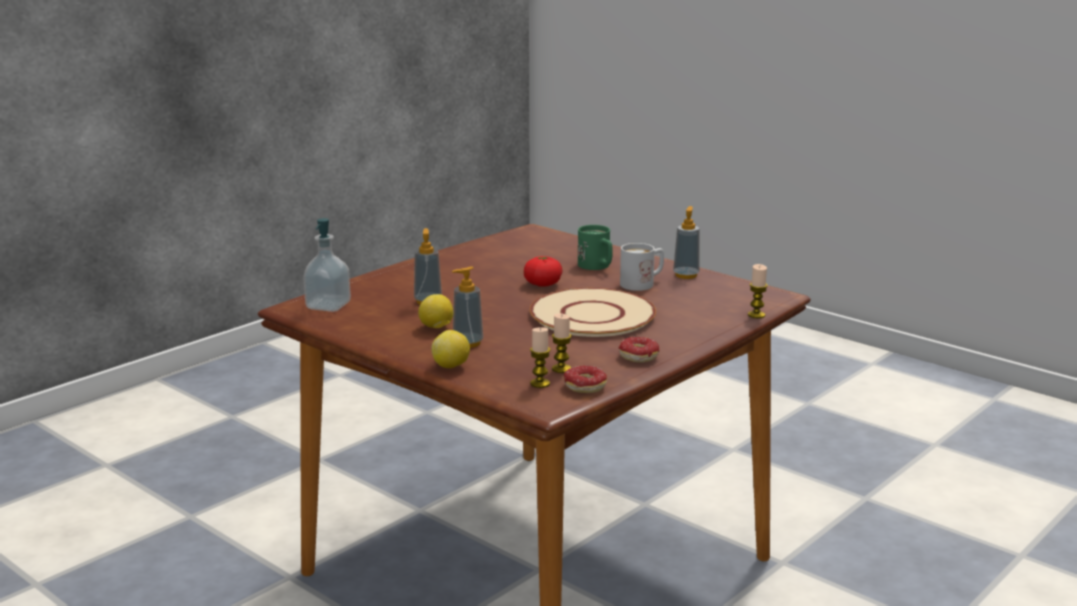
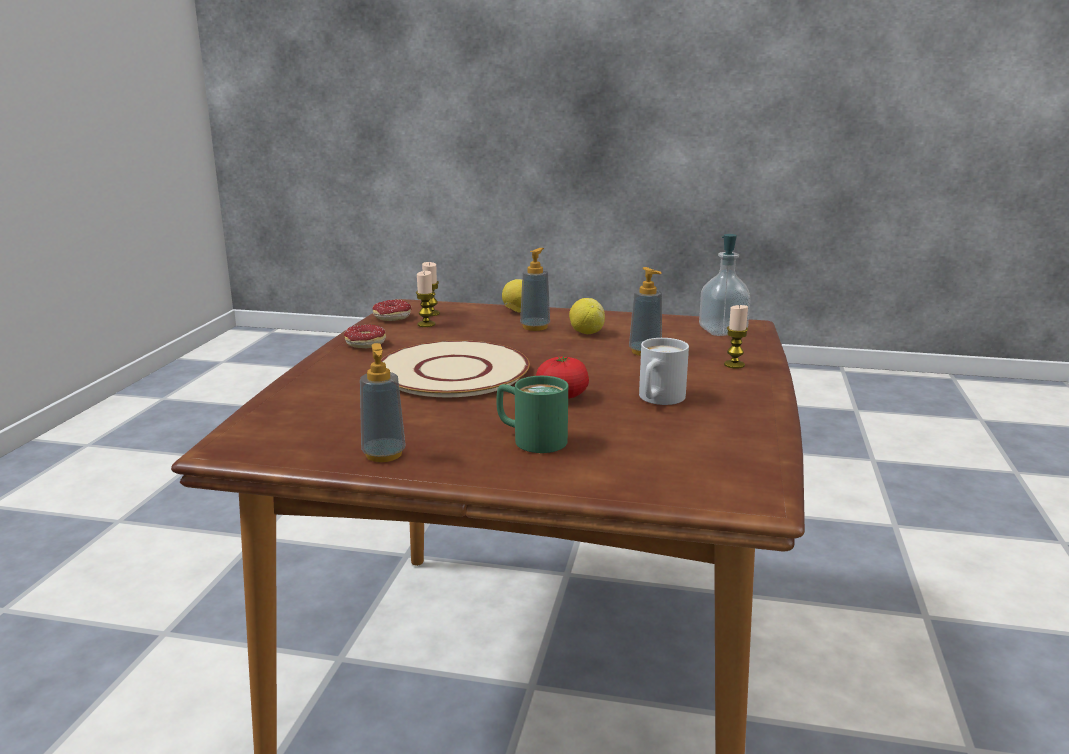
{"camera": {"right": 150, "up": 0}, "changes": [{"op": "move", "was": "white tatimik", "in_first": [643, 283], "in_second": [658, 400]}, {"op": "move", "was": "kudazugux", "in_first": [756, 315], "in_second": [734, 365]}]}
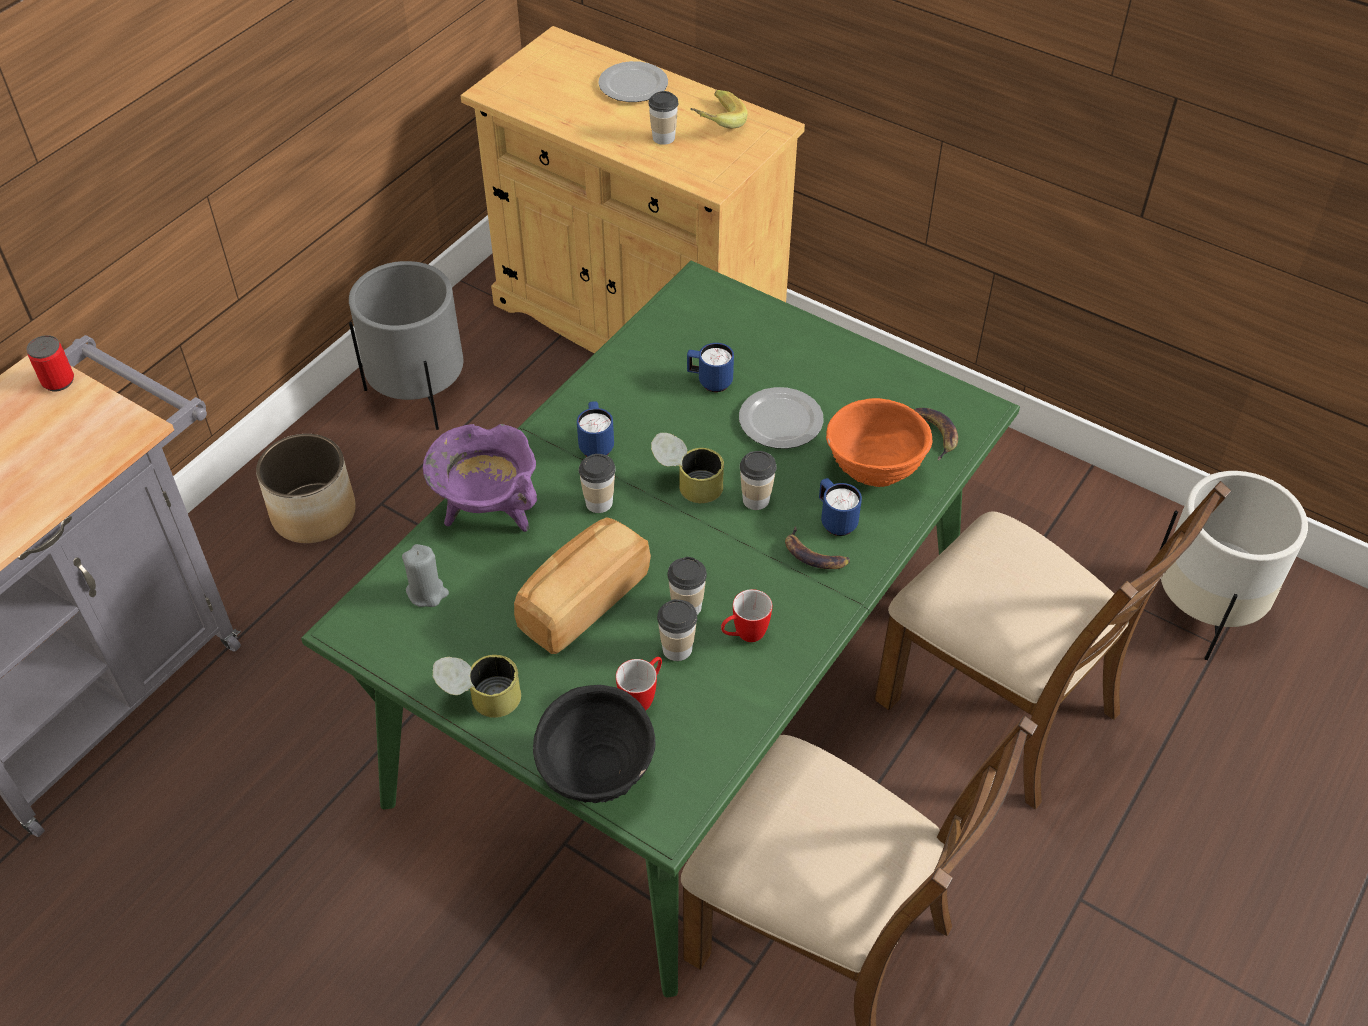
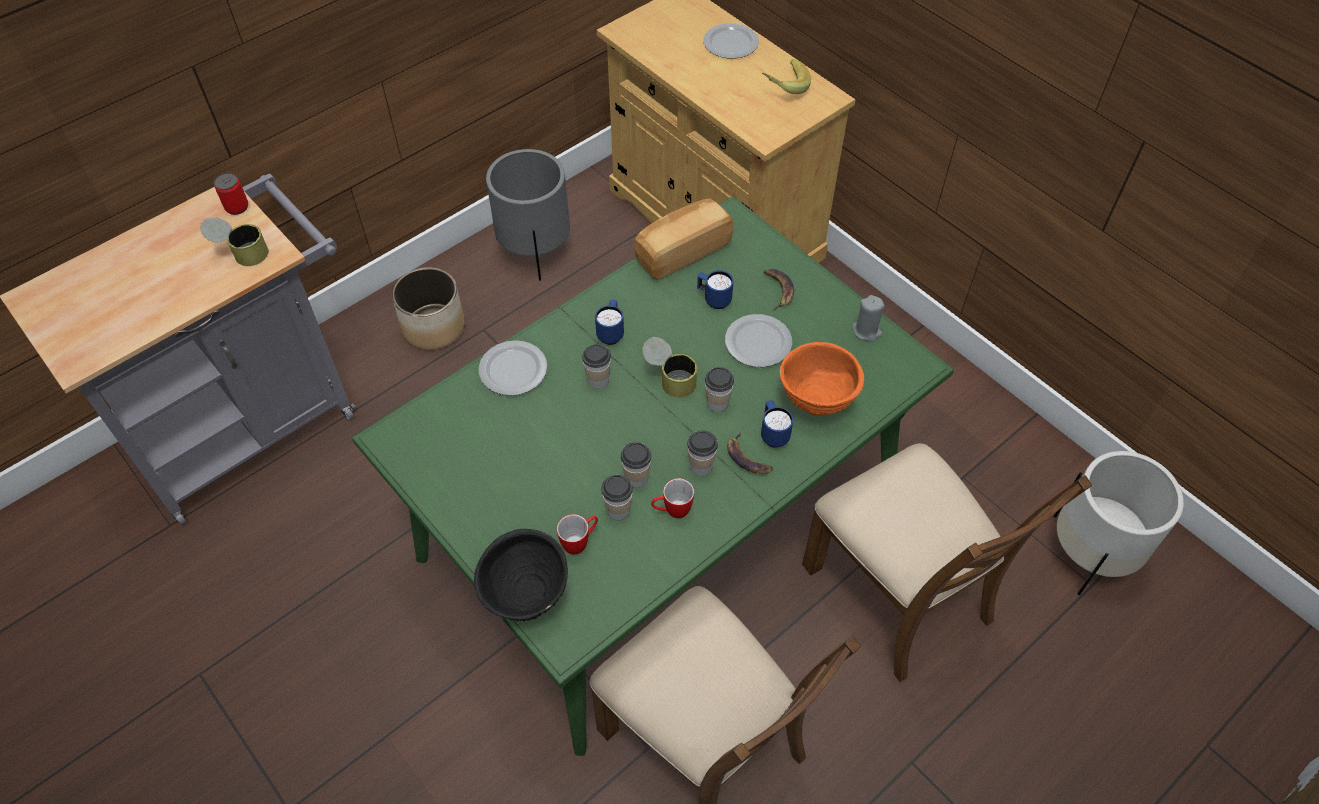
{"camera": {"right": 15, "up": 5}, "changes": [{"op": "move", "was": "grey kudazugux", "in_first": [427, 592], "in_second": [866, 331]}, {"op": "move", "was": "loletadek", "in_first": [480, 698], "in_second": [241, 253]}, {"op": "move", "was": "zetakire", "in_first": [581, 601], "in_second": [682, 251]}, {"op": "move", "was": "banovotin", "in_first": [663, 137], "in_second": [701, 466]}, {"op": "move", "was": "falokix", "in_first": [933, 433], "in_second": [778, 290]}, {"op": "replace", "was": "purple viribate", "now": "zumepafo", "in_first": [488, 512], "in_second": [514, 369]}]}
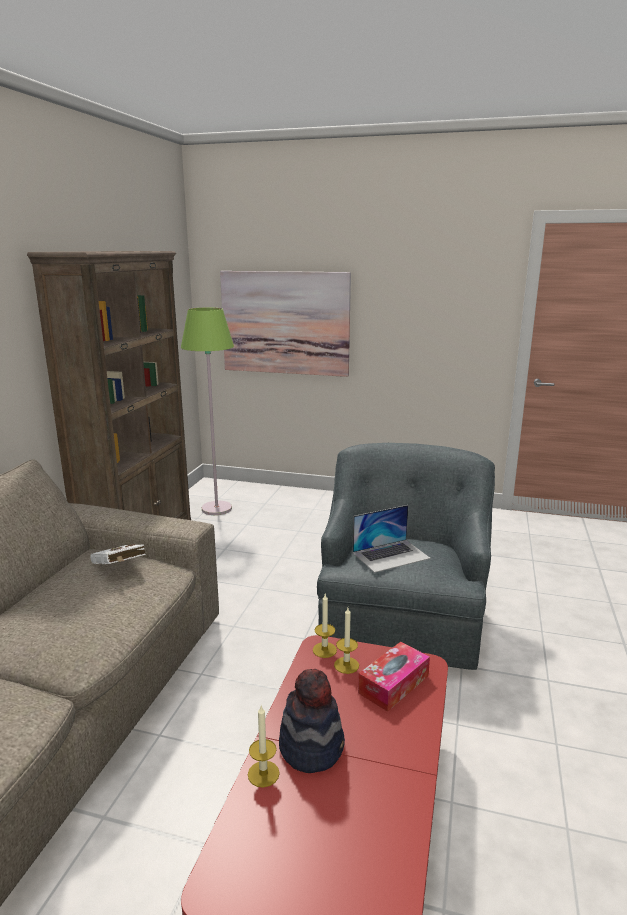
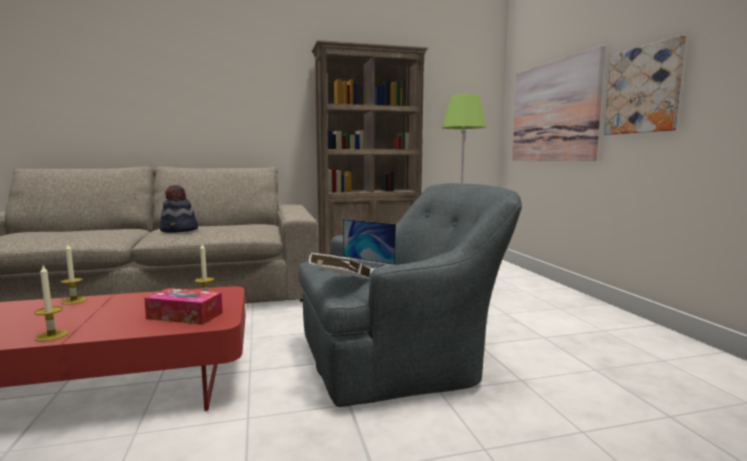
{"camera": {"right": 60, "up": -10}, "changes": [{"op": "insert", "now": "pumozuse", "in_second": [643, 90]}, {"op": "move", "was": "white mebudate", "in_first": [119, 569], "in_second": [339, 283]}, {"op": "move", "was": "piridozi", "in_first": [312, 746], "in_second": [179, 230]}, {"op": "move", "was": "kudazugux", "in_first": [324, 650], "in_second": [51, 336]}]}
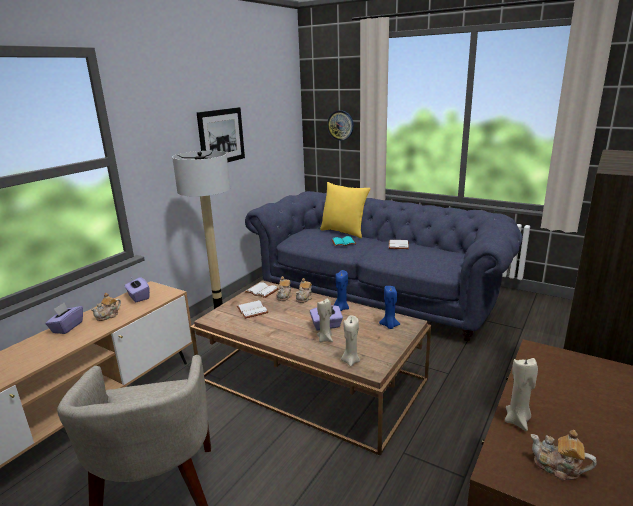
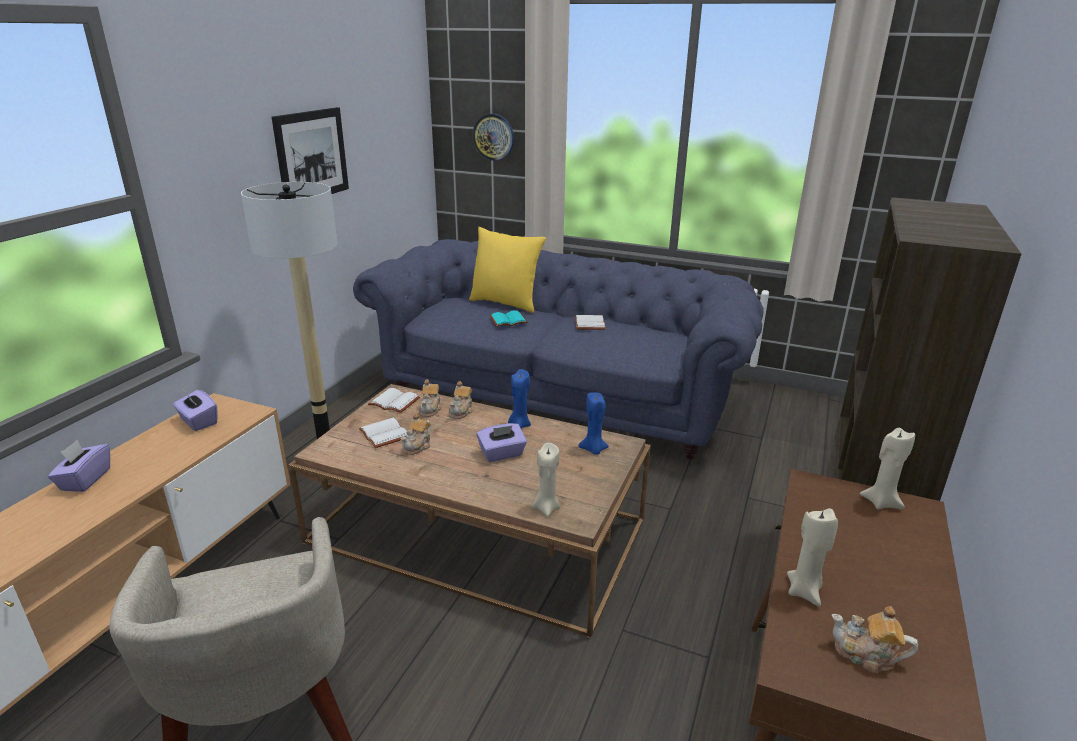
{"camera": {"right": -10, "up": 5}, "changes": [{"op": "move", "was": "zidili", "in_first": [108, 316], "in_second": [418, 446]}, {"op": "move", "was": "beige kudazugux", "in_first": [325, 339], "in_second": [881, 502]}]}
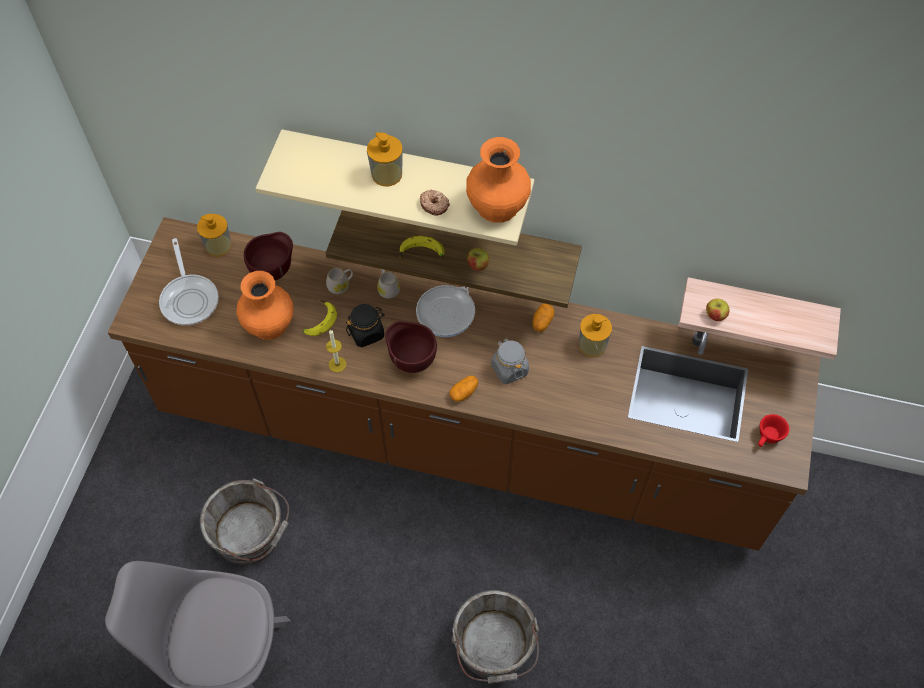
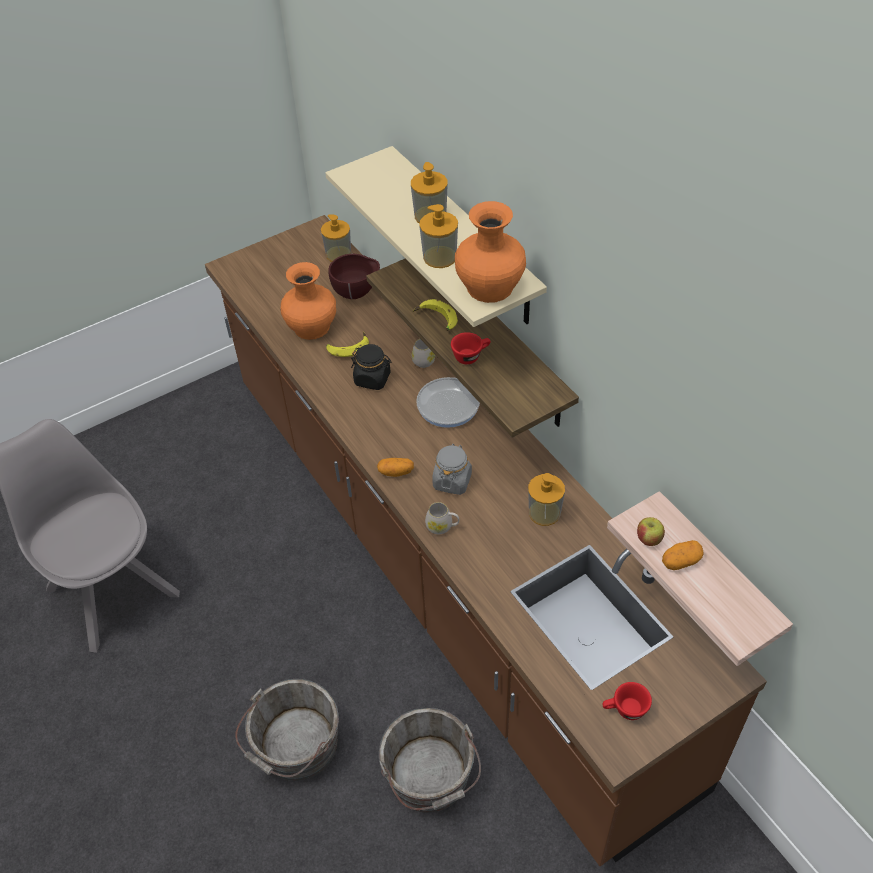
{"camera": {"right": 45, "up": -10}, "changes": [{"op": "delete", "was": "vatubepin", "in_first": [189, 298]}, {"op": "delete", "was": "kudazugux", "in_first": [337, 364]}, {"op": "delete", "was": "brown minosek", "in_first": [411, 359]}, {"op": "move", "was": "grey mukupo", "in_first": [251, 534], "in_second": [430, 778]}, {"op": "move", "was": "white tatimik", "in_first": [341, 285], "in_second": [442, 526]}, {"op": "move", "was": "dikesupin", "in_first": [542, 321], "in_second": [680, 561]}, {"op": "replace", "was": "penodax", "now": "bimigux", "in_first": [434, 205], "in_second": [440, 257]}, {"op": "replace", "was": "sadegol", "now": "red banovotin", "in_first": [478, 265], "in_second": [471, 355]}]}
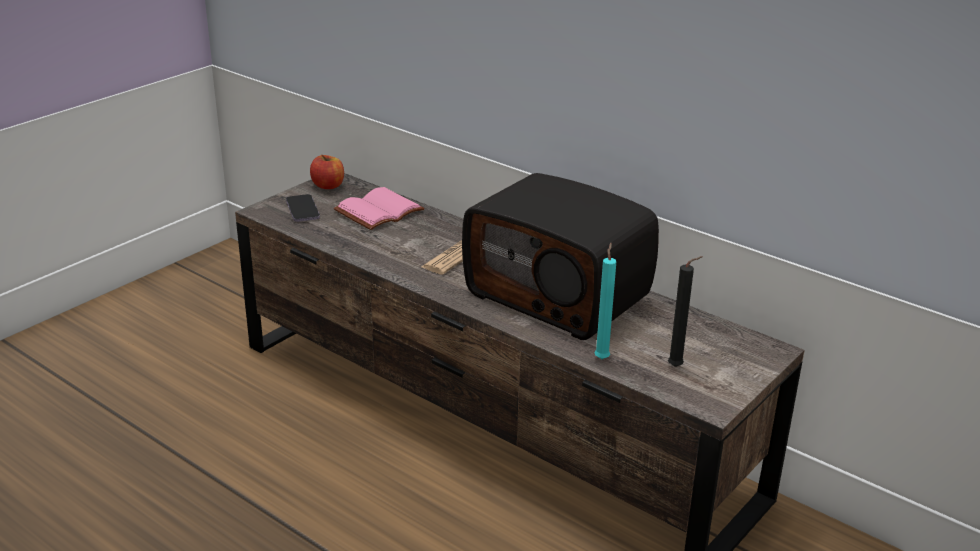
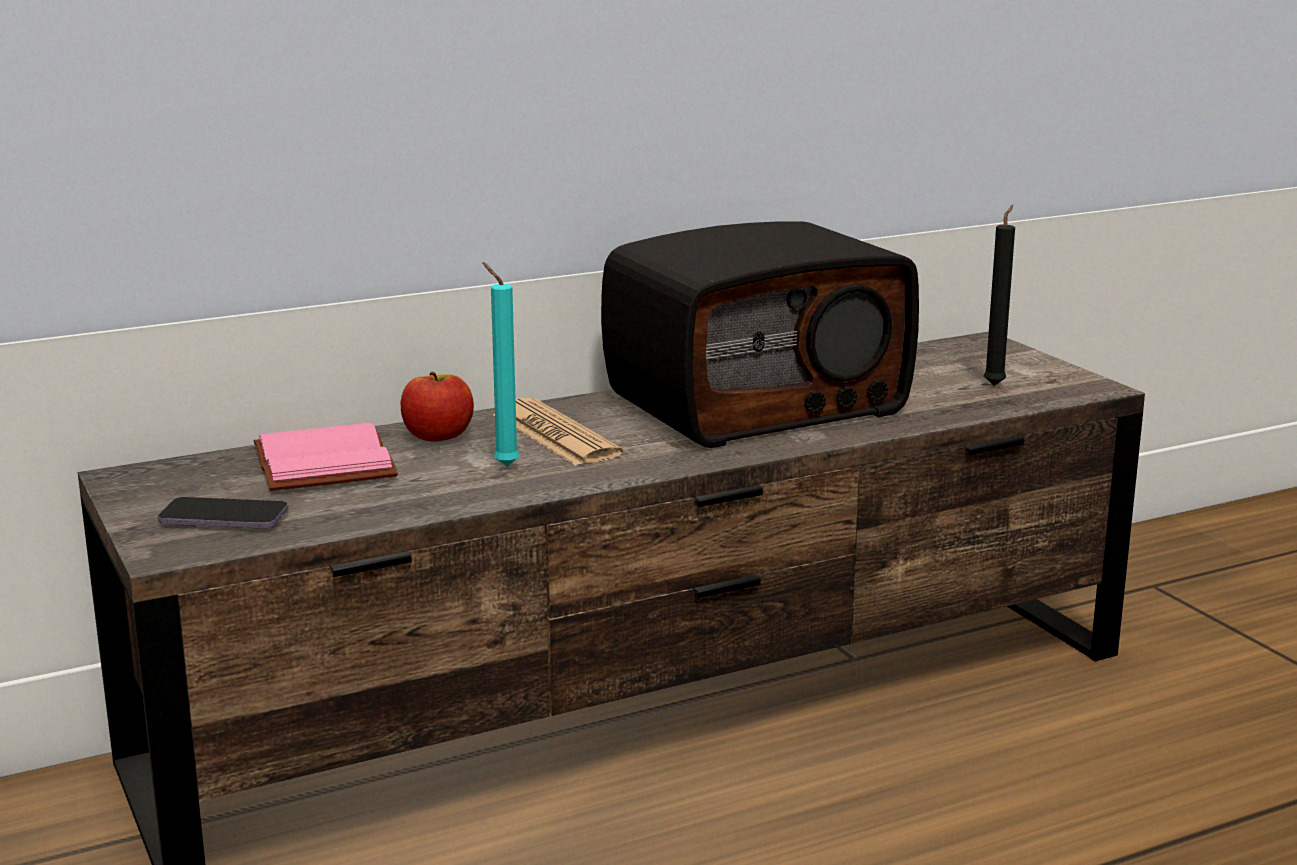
{"camera": {"right": -65, "up": -10}, "changes": [{"op": "move", "was": "sadegol", "in_first": [328, 186], "in_second": [438, 436]}, {"op": "move", "was": "turquoise kudazugux", "in_first": [602, 357], "in_second": [503, 465]}]}
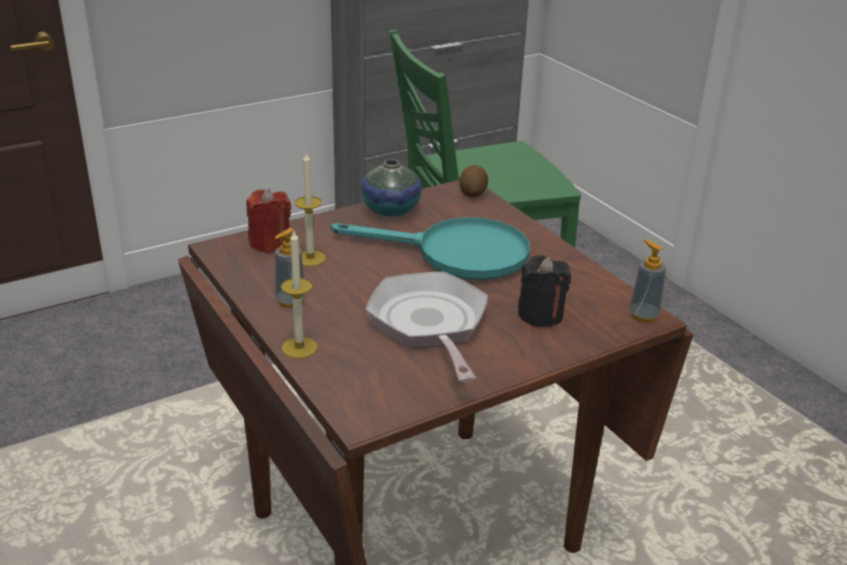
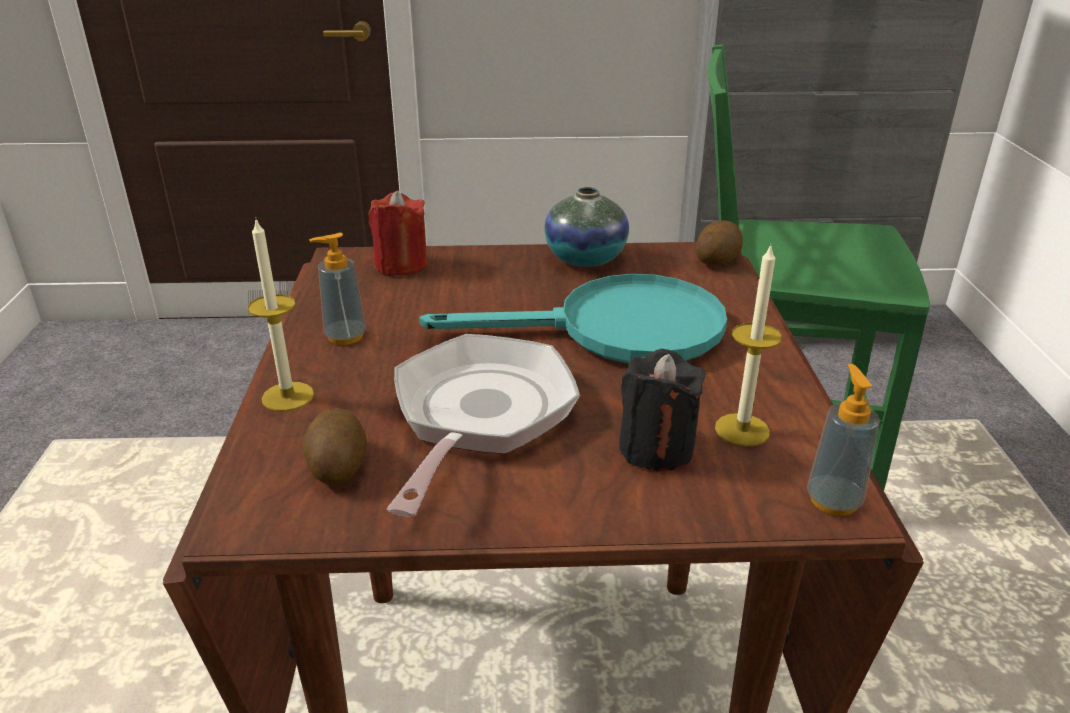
{"camera": {"right": 30, "up": 0}, "changes": [{"op": "insert", "now": "dikesupin", "in_second": [337, 466]}, {"op": "move", "was": "kudazugux", "in_first": [310, 258], "in_second": [742, 430]}, {"op": "rotate", "was": "turquoise vatubepin", "in_first": [456, 254], "in_second": [616, 330], "clockwise": -45}]}
